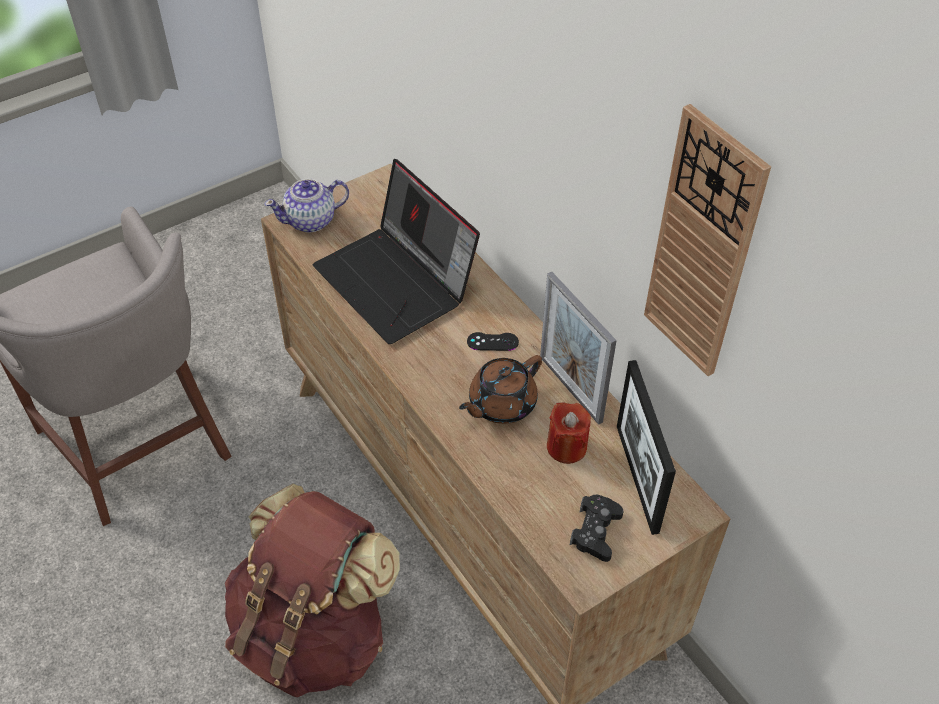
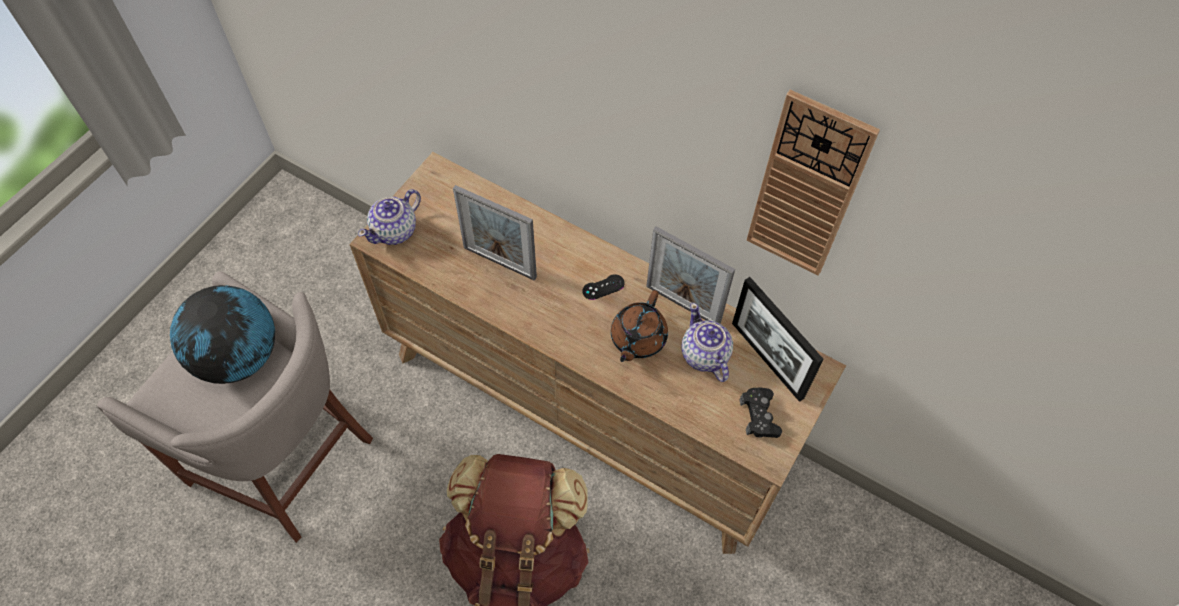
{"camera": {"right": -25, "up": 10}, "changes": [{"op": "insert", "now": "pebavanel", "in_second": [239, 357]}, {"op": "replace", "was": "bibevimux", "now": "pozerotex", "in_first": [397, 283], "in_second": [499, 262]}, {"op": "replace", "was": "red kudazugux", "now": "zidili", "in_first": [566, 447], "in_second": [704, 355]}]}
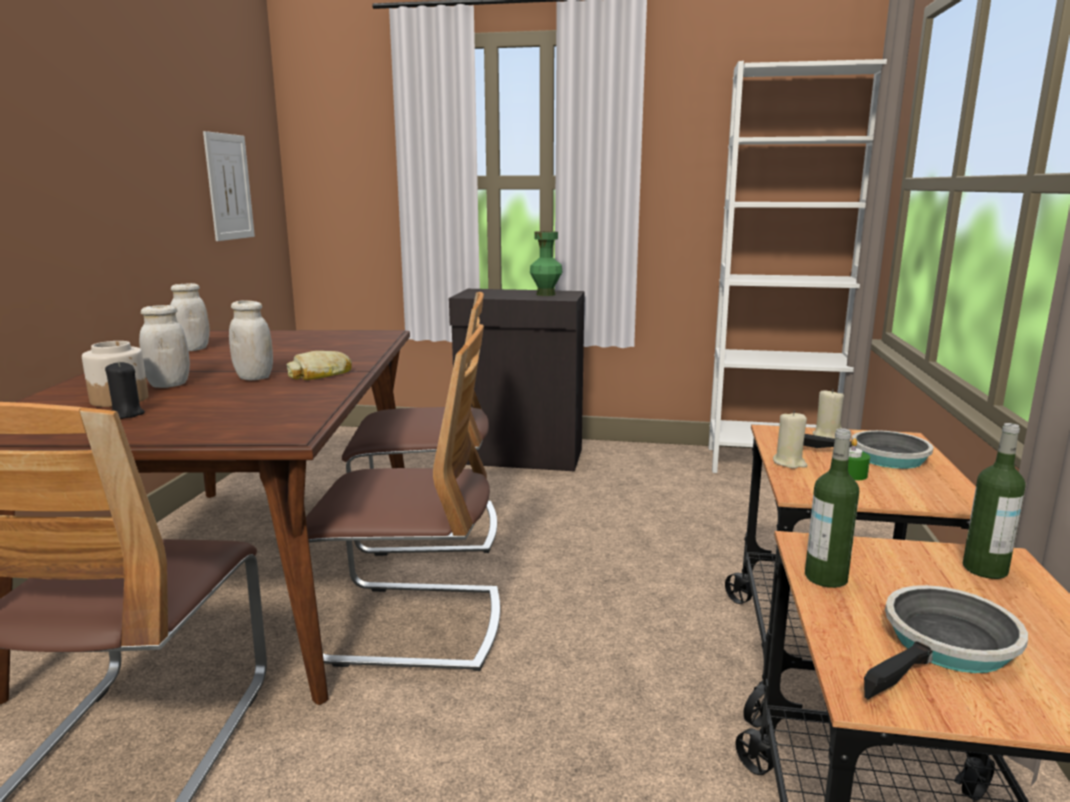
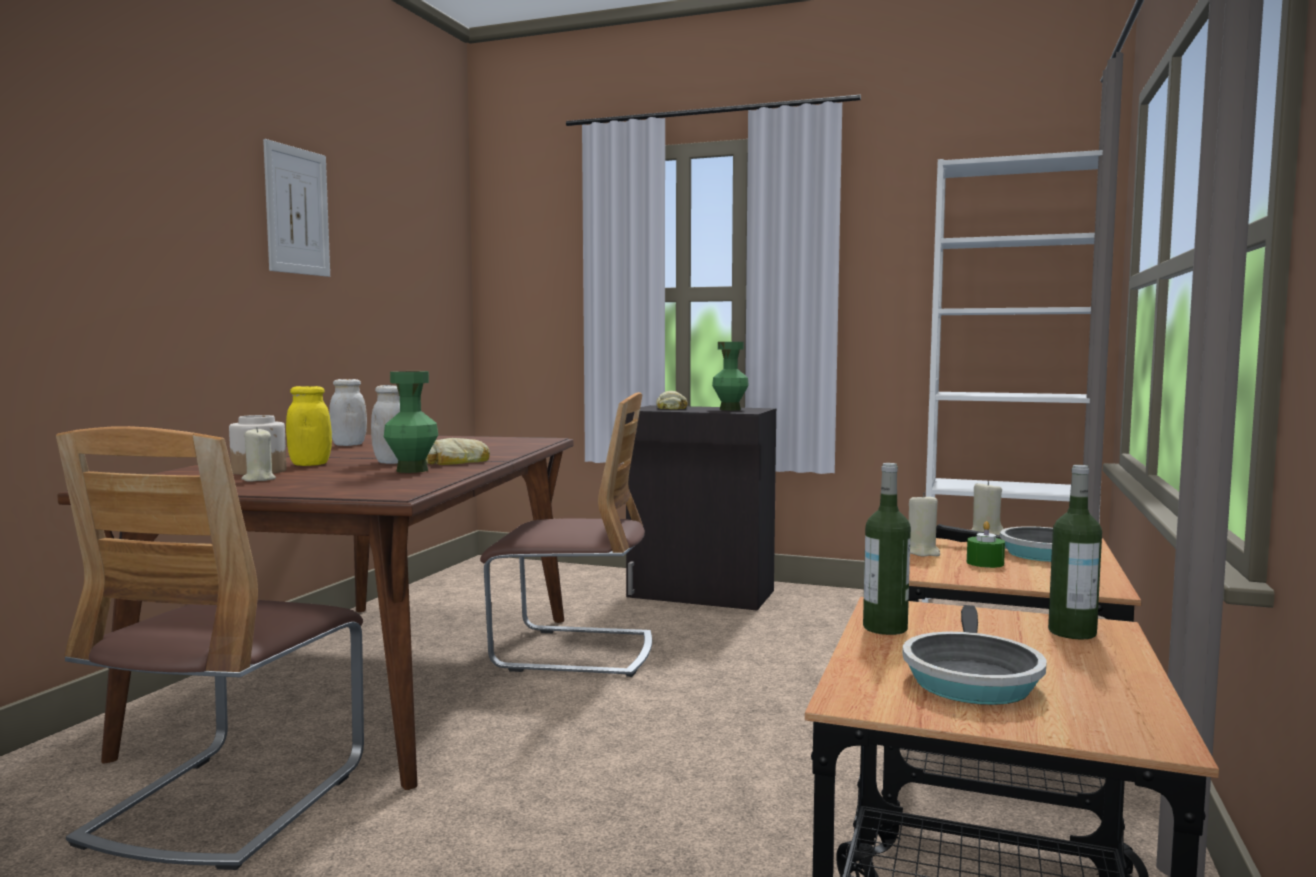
{"camera": {"right": 10, "up": -10}, "changes": [{"op": "delete", "was": "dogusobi", "in_first": [410, 626]}, {"op": "insert", "now": "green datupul", "in_second": [412, 470]}, {"op": "insert", "now": "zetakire", "in_second": [671, 408]}, {"op": "move", "was": "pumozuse", "in_first": [229, 187], "in_second": [297, 211]}, {"op": "recolor", "was": "black kudazugux", "now": "beige kudazugux", "in_first": [126, 414], "in_second": [258, 479]}, {"op": "recolor", "was": "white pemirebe", "now": "yellow pemirebe", "in_first": [169, 385], "in_second": [310, 464]}, {"op": "rotate", "was": "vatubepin", "in_first": [945, 647], "in_second": [969, 678], "clockwise": 135}]}
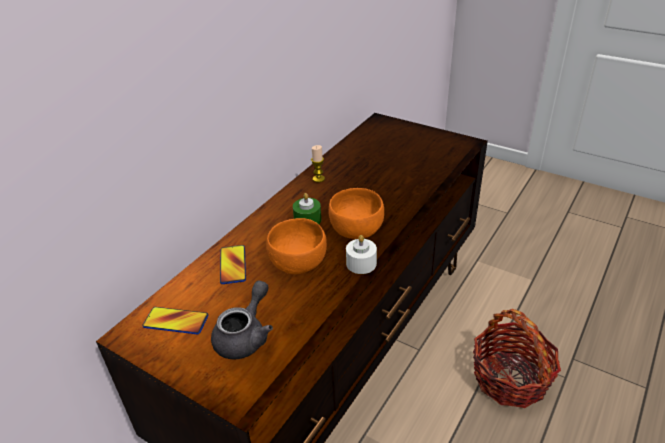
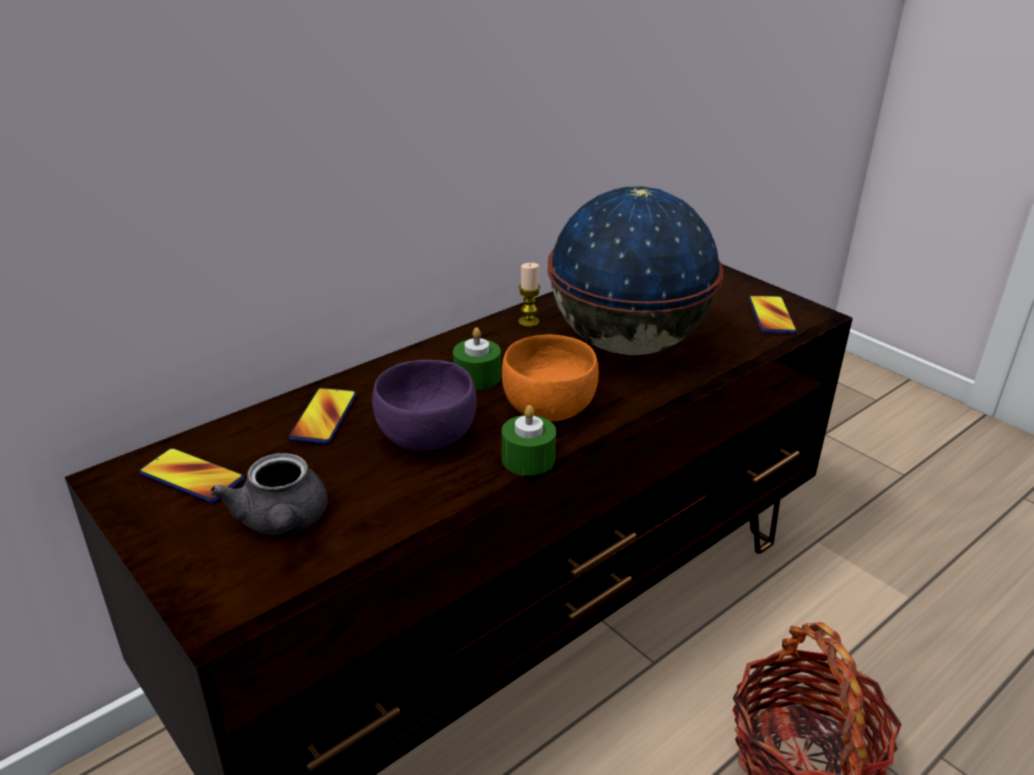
{"camera": {"right": 15, "up": -5}, "changes": [{"op": "insert", "now": "pebavanel", "in_second": [626, 343]}, {"op": "insert", "now": "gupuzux", "in_second": [771, 316]}, {"op": "recolor", "was": "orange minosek", "now": "purple minosek", "in_first": [299, 262], "in_second": [427, 435]}, {"op": "recolor", "was": "white kudazugux", "now": "green kudazugux", "in_first": [361, 263], "in_second": [528, 459]}, {"op": "rotate", "was": "grey zidili", "in_first": [245, 336], "in_second": [282, 523], "clockwise": 120}]}
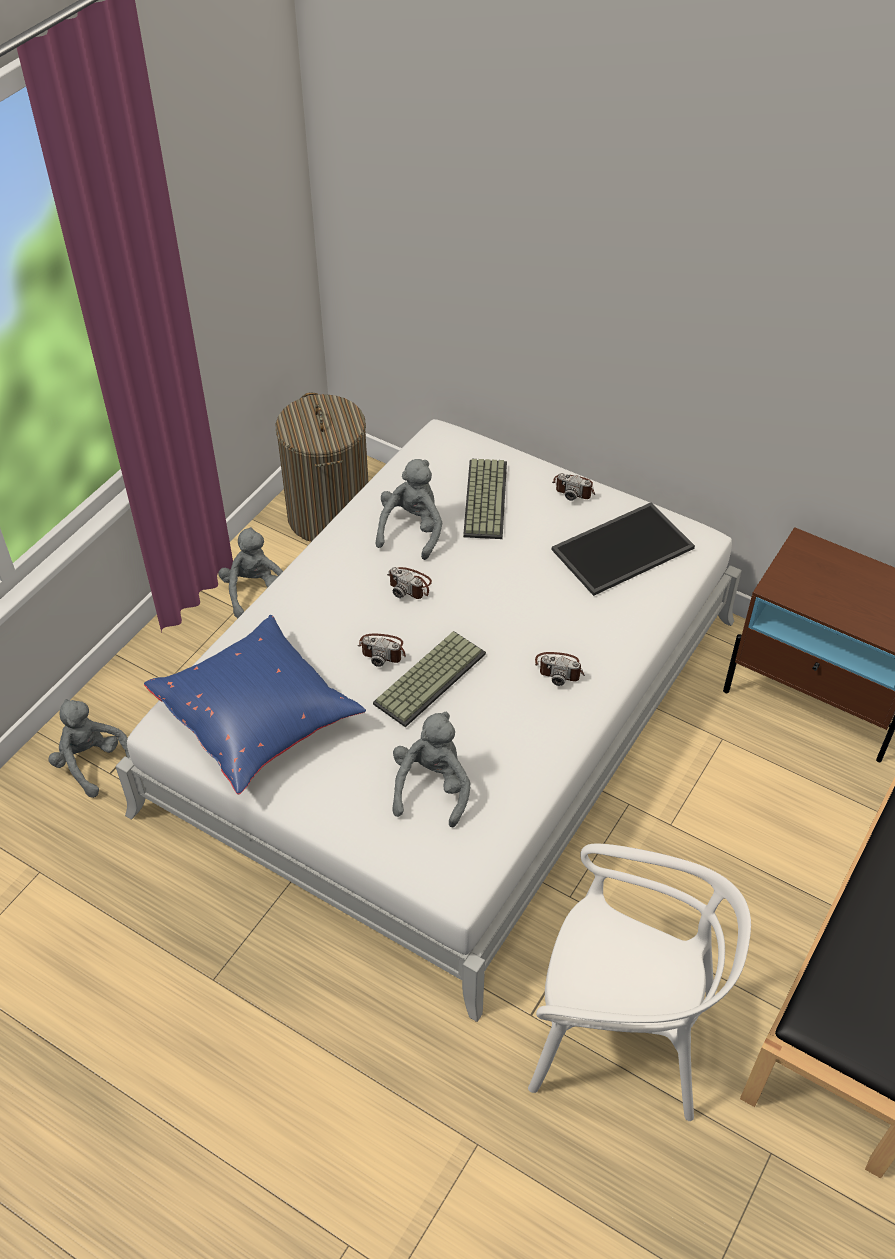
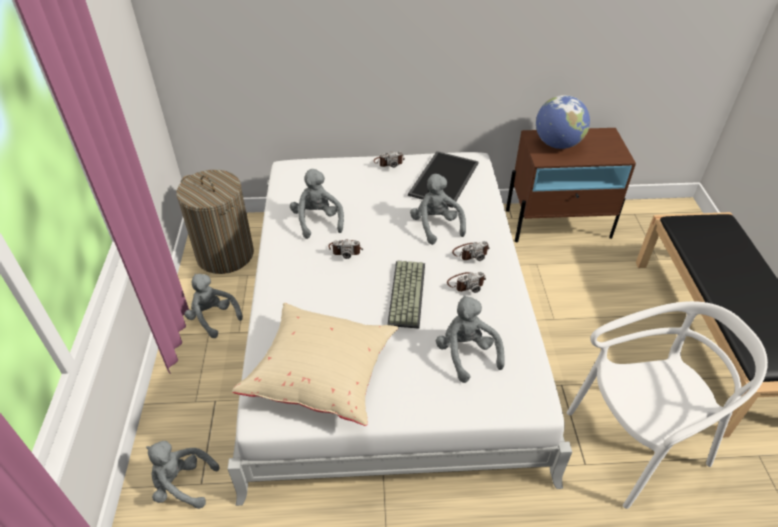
{"camera": {"right": -35, "up": -5}, "changes": [{"op": "delete", "was": "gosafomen", "in_first": [483, 498]}, {"op": "insert", "now": "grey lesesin", "in_second": [436, 226]}, {"op": "insert", "now": "pebavanel", "in_second": [557, 144]}, {"op": "move", "was": "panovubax", "in_first": [383, 650], "in_second": [466, 283]}, {"op": "recolor", "was": "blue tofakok", "now": "beige tofakok", "in_first": [258, 719], "in_second": [322, 374]}]}
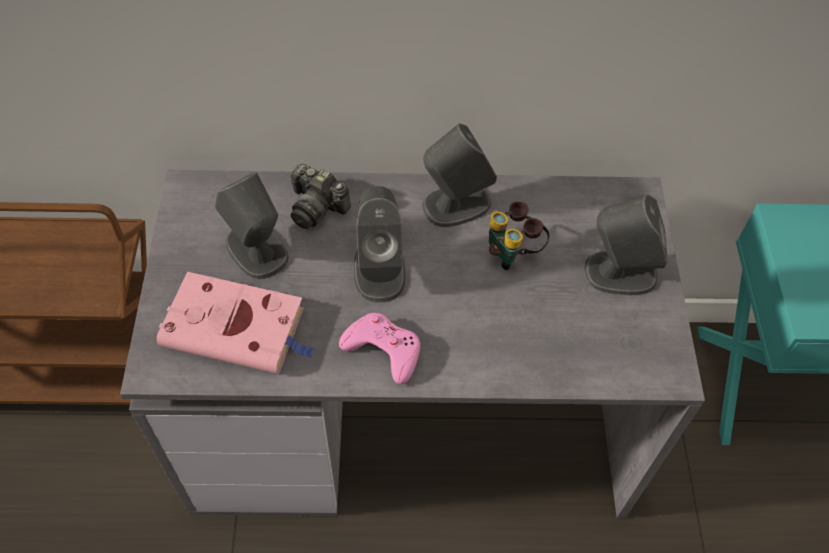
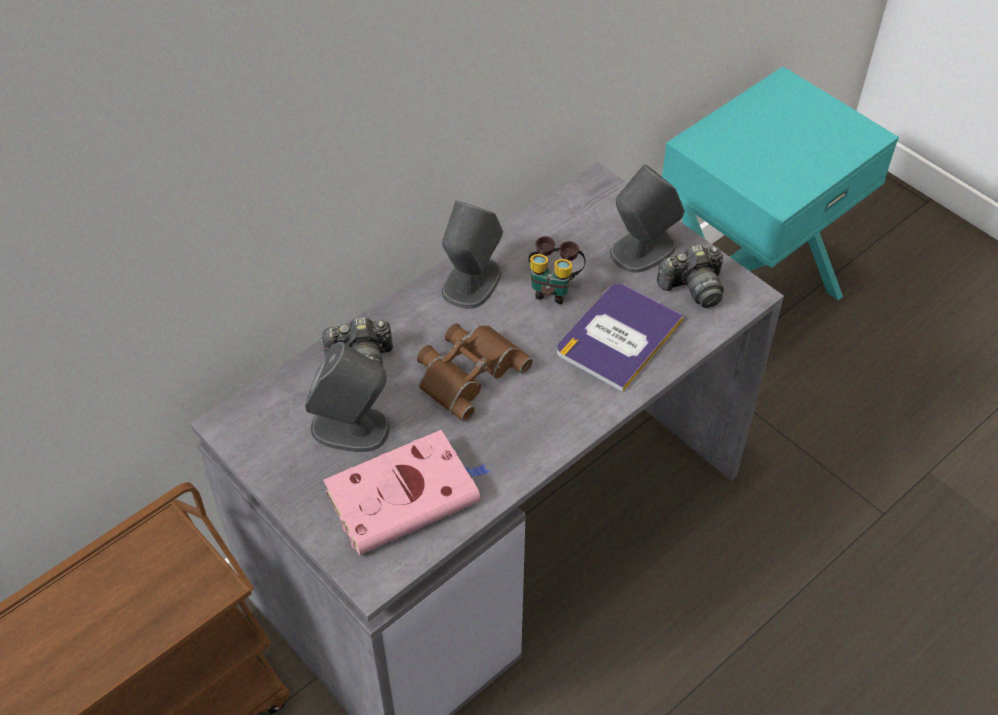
{"camera": {"right": -40, "up": -5}, "changes": [{"op": "delete", "was": "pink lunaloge", "in_first": [383, 349]}, {"op": "insert", "now": "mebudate", "in_second": [618, 336]}, {"op": "insert", "now": "panovubax", "in_second": [693, 287]}, {"op": "replace", "was": "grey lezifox", "now": "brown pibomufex", "in_first": [379, 270], "in_second": [467, 371]}]}
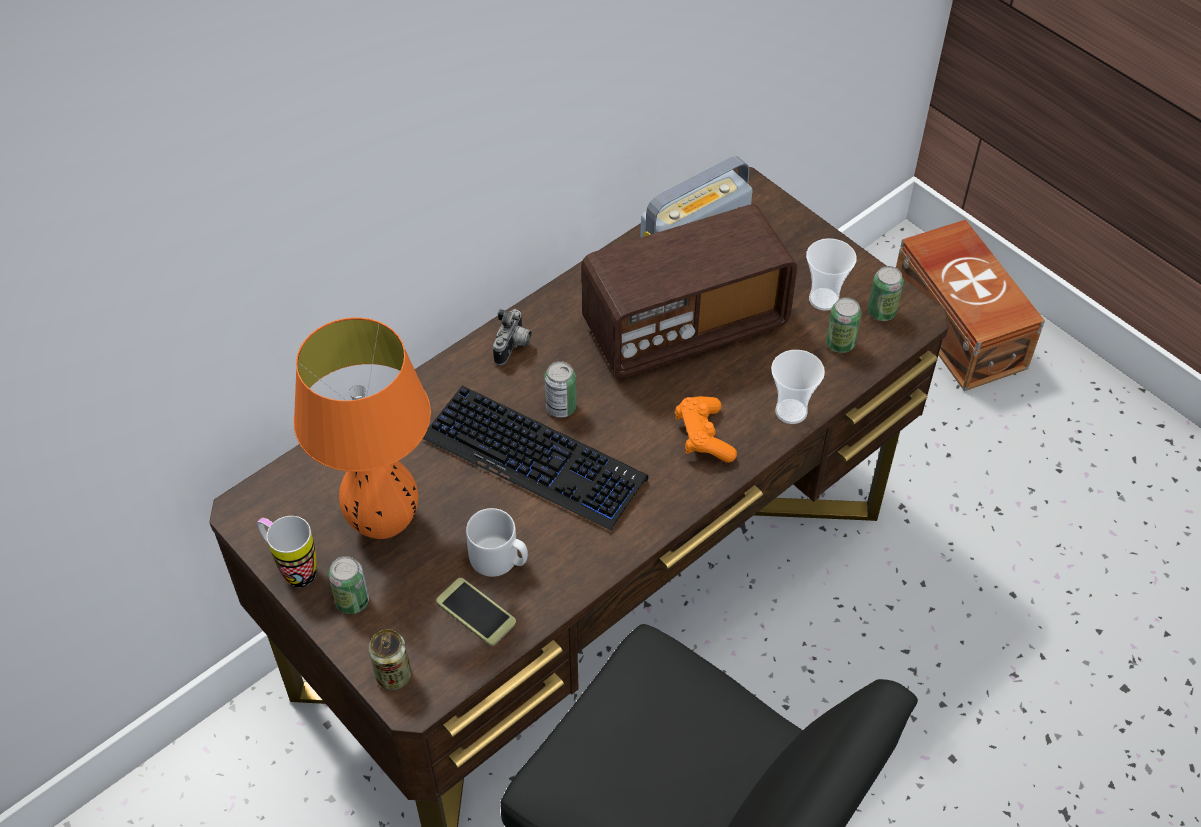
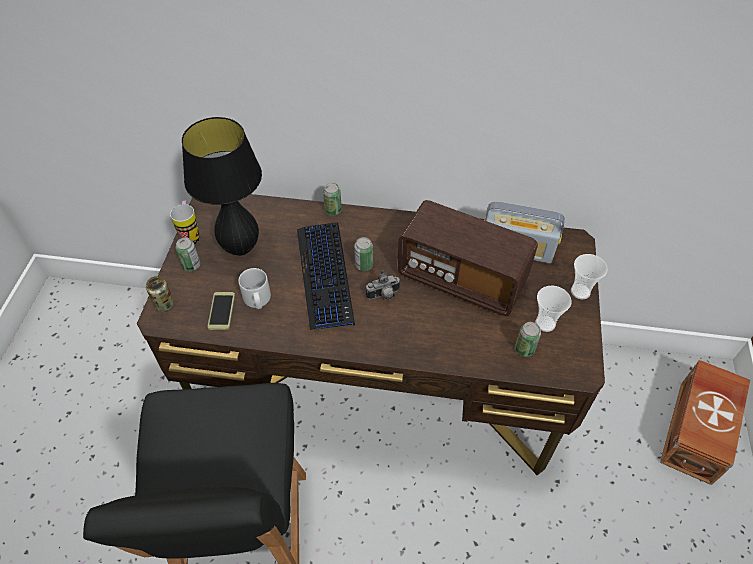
{"camera": {"right": 50, "up": 0}, "changes": [{"op": "delete", "was": "orange lunaloge", "in_first": [703, 437]}, {"op": "move", "was": "panovubax", "in_first": [513, 347], "in_second": [384, 296]}, {"op": "move", "was": "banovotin", "in_first": [791, 411], "in_second": [580, 291]}, {"op": "move", "was": "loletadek", "in_first": [881, 312], "in_second": [333, 210]}, {"op": "recolor", "was": "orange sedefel", "now": "black sedefel", "in_first": [384, 524], "in_second": [241, 248]}]}
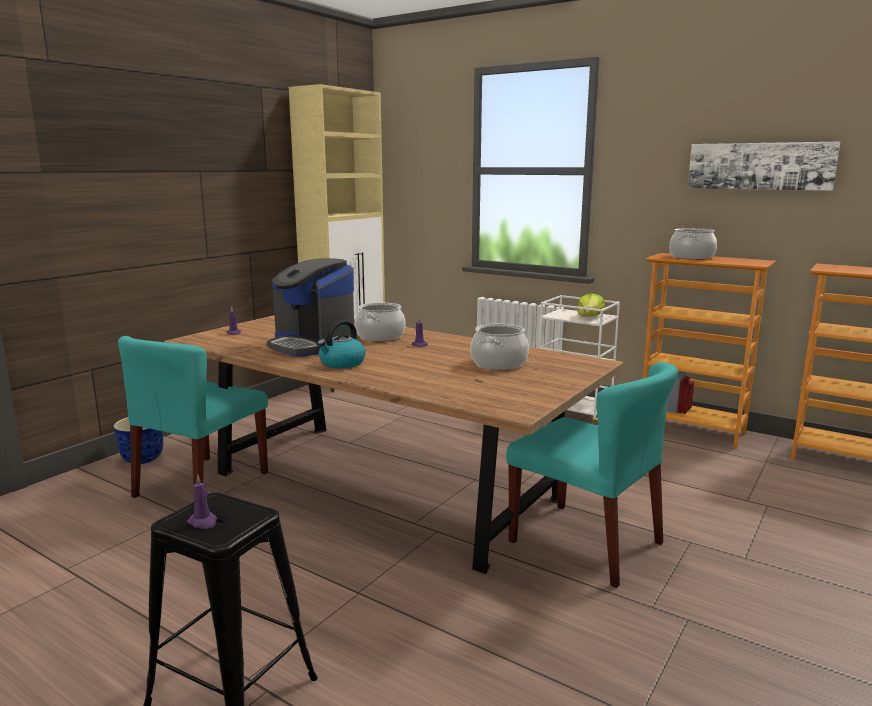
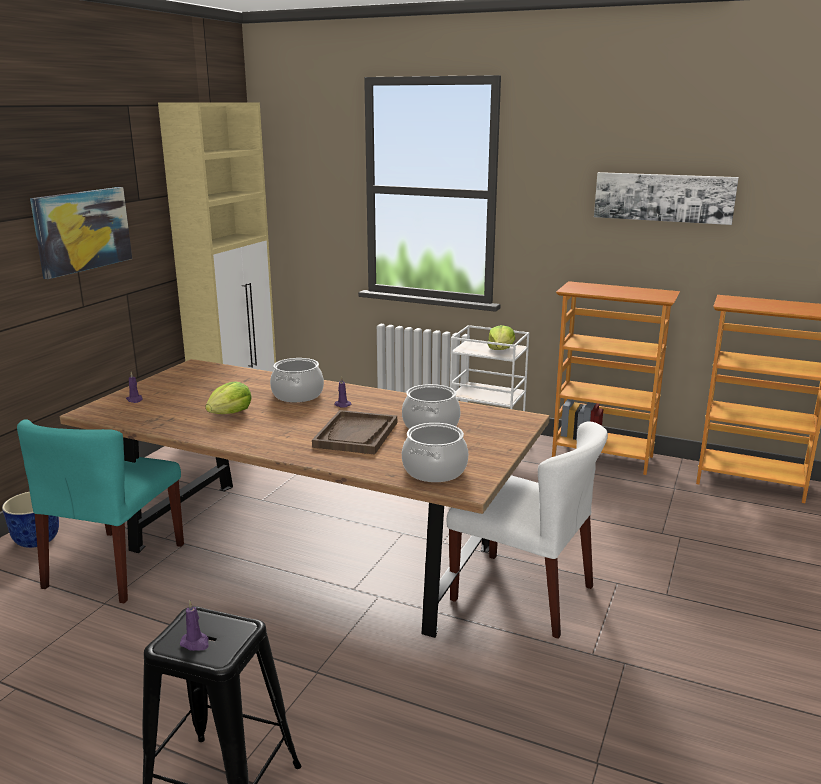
{"camera": {"right": -10, "up": 5}, "changes": [{"op": "delete", "was": "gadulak", "in_first": [341, 363]}, {"op": "insert", "now": "pumozuse", "in_second": [82, 230]}, {"op": "insert", "now": "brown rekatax", "in_second": [356, 434]}, {"op": "move", "was": "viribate", "in_first": [691, 257], "in_second": [434, 470]}, {"op": "replace", "was": "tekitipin", "now": "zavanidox", "in_first": [313, 346], "in_second": [230, 413]}, {"op": "recolor", "was": "turquoise dogusobi", "now": "white dogusobi", "in_first": [586, 542], "in_second": [523, 593]}]}
